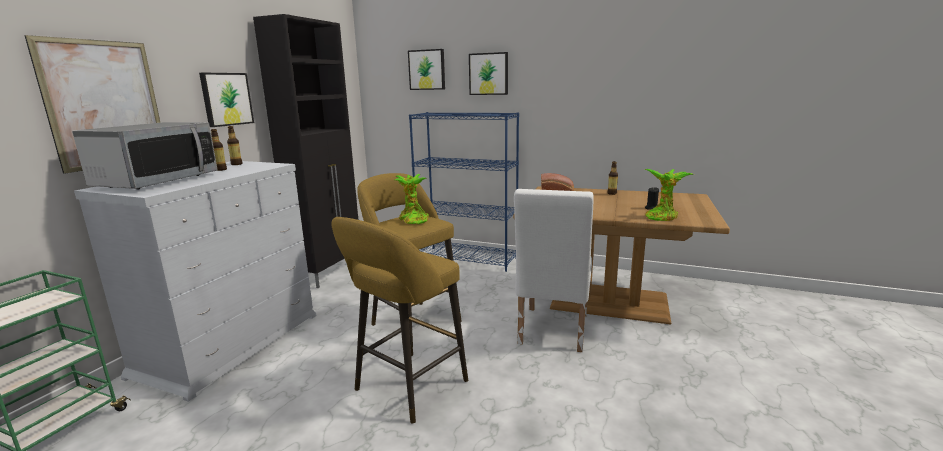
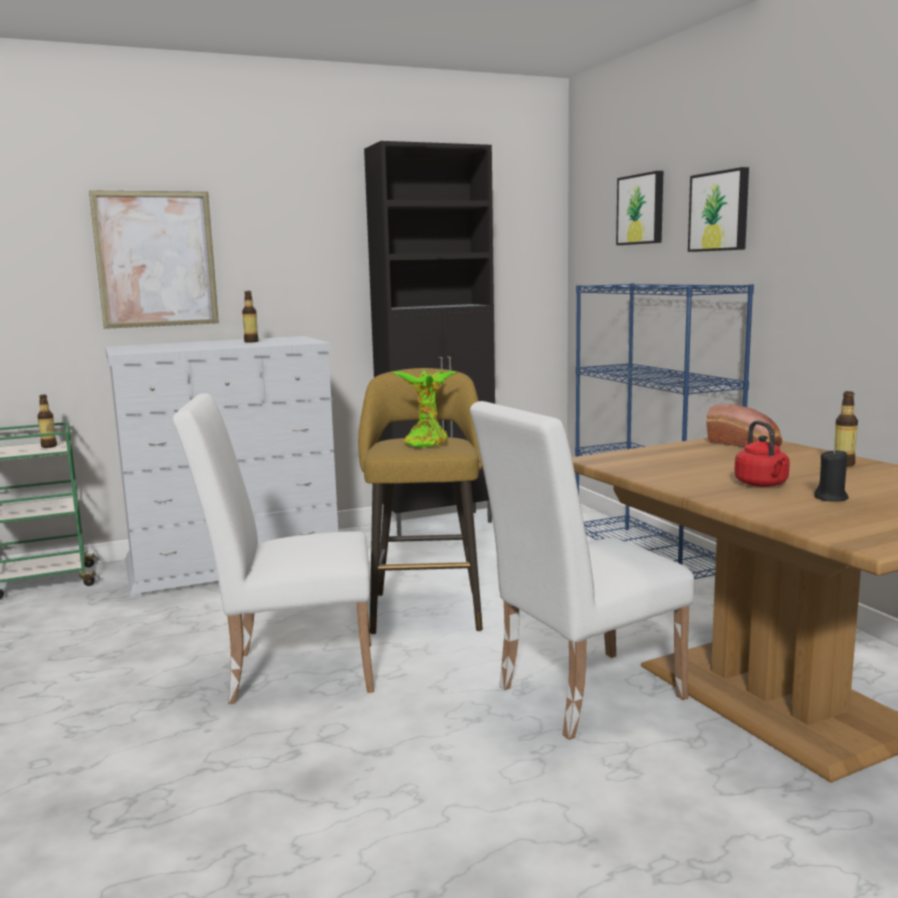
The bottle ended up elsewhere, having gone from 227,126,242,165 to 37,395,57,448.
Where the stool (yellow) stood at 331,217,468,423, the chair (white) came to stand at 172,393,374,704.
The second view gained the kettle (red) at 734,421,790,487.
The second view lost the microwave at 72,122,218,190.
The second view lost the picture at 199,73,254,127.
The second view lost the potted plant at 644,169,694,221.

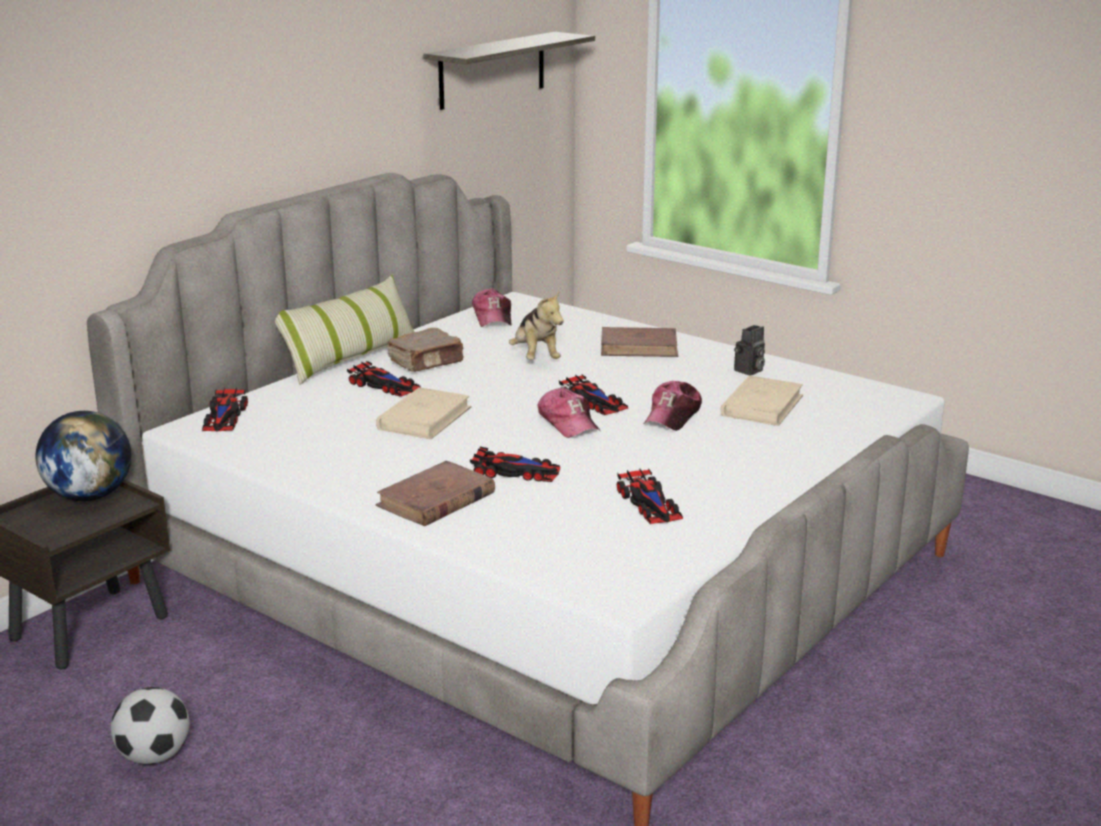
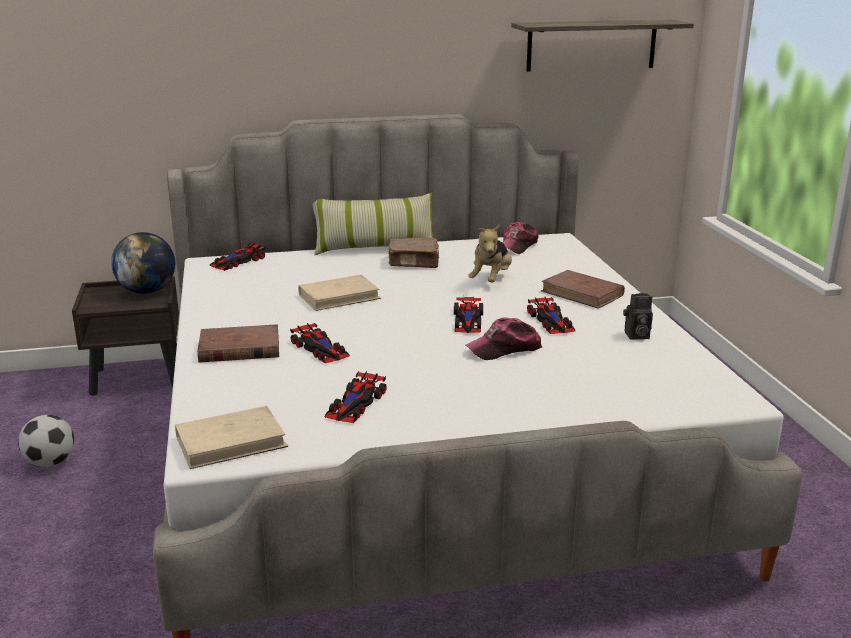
The book (beige) ended up elsewhere, having gone from 721,376,803,426 to 175,406,288,469.
The toy car ended up elsewhere, having gone from 347,361,421,397 to 527,297,575,334.
The second view lost the cap at 537,387,600,438.

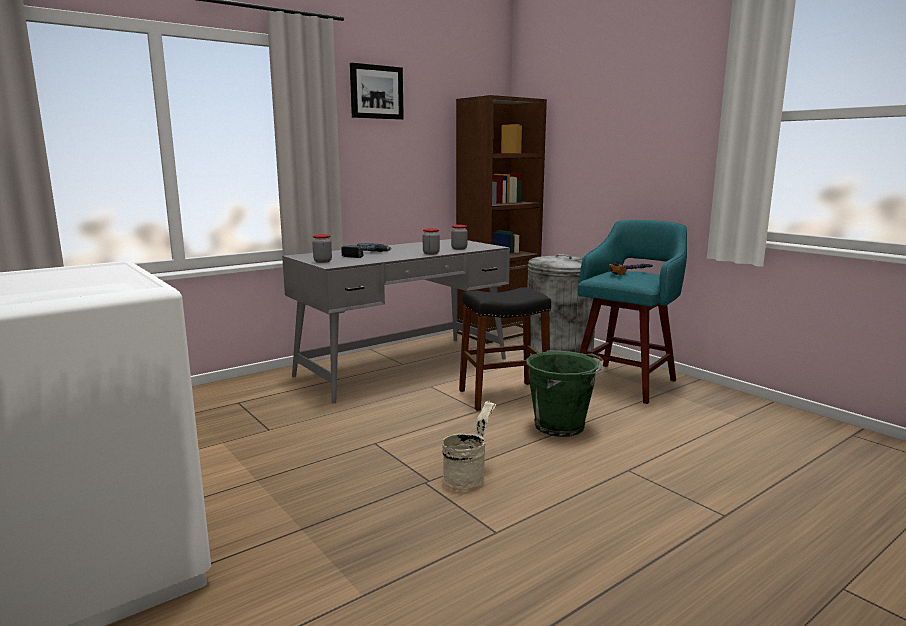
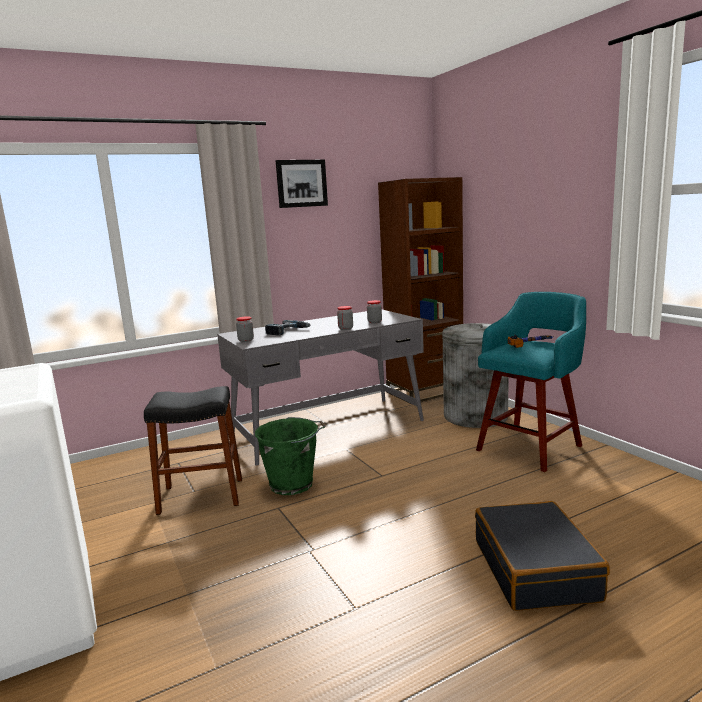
The stool (black) ended up elsewhere, having gone from 459,287,551,410 to 144,386,242,515.
The bucket (green) ended up elsewhere, having gone from 526,350,603,437 to 255,417,326,495.
The second view gained the suitcase (black) at 475,501,610,611.
The second view lost the bucket (beige) at 442,401,496,489.

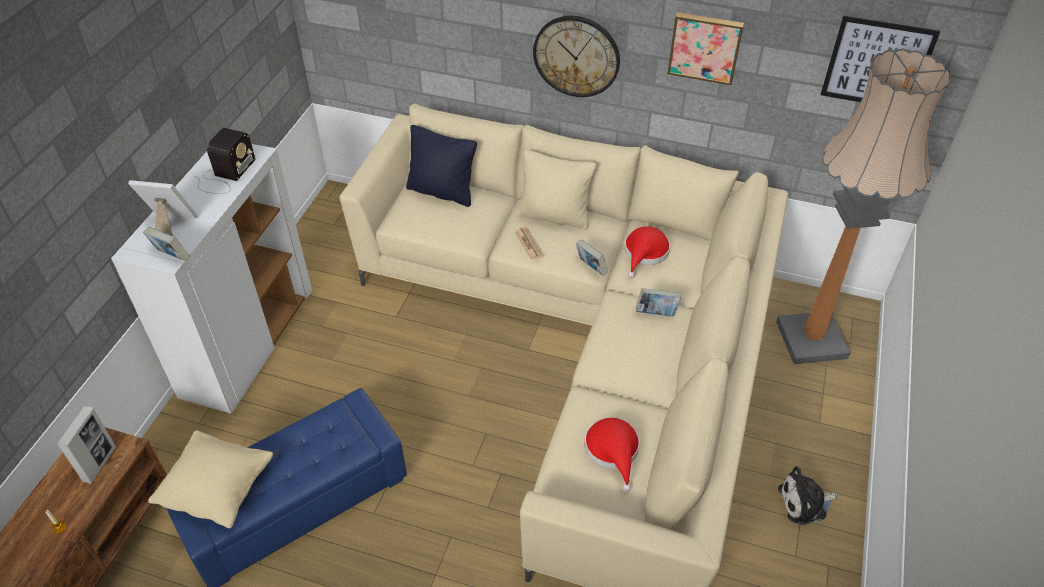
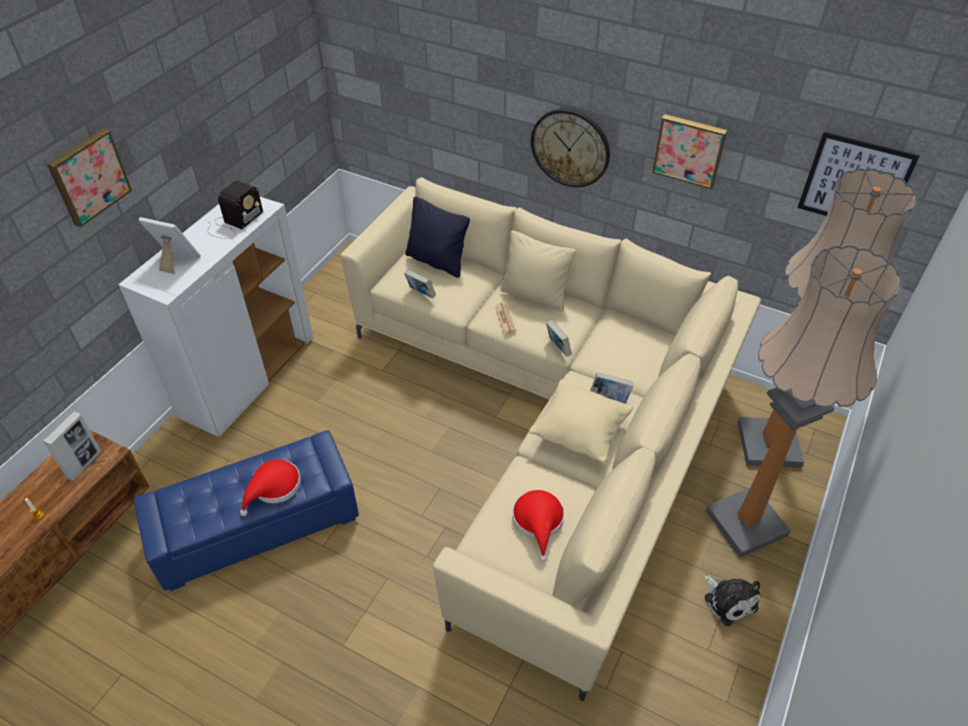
The second view gained the picture at 47,128,132,227.
The hat (red) ended up elsewhere, having gone from 624,226,670,278 to 240,459,301,516.
The book ended up elsewhere, having gone from 143,227,190,261 to 404,269,436,298.
The pillow (beige) ended up elsewhere, having gone from 148,430,273,528 to 529,379,633,464.
The plush toy at 778,466,837,525 ended up facing another way, 120 degrees counterclockwise from before.
The second view gained the floor lamp at 706,245,902,557.

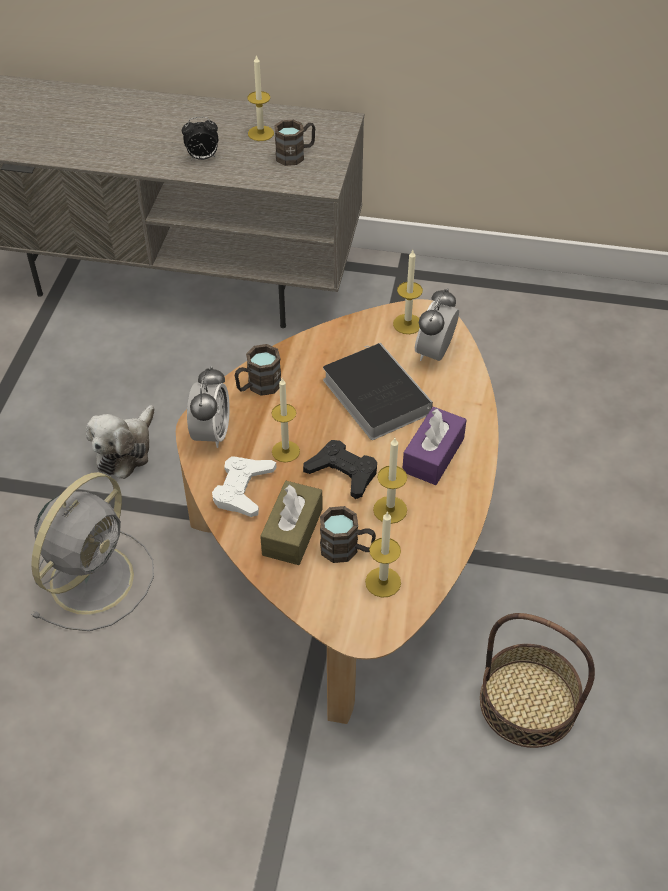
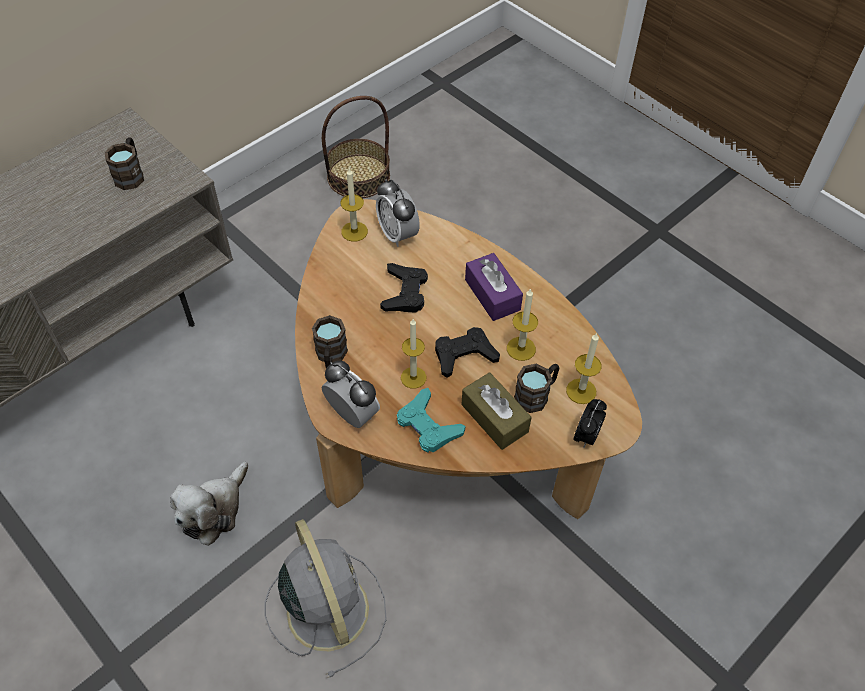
The plush toy at 86,405,154,479 ended up facing another way, 60 degrees clockwise from before.
The basket ended up elsewhere, having gone from 480,613,595,748 to 322,96,390,198.
Where the book stood at 323,343,433,440, the game controller (black) came to stand at 380,263,428,313.
What was the game controller (white) at 212,456,277,517 turned into the game controller (turquoise) at 397,388,465,453.
The alarm clock ended up elsewhere, having gone from 182,117,218,160 to 573,399,607,447.
The second view lost the candle at 247,54,274,141.

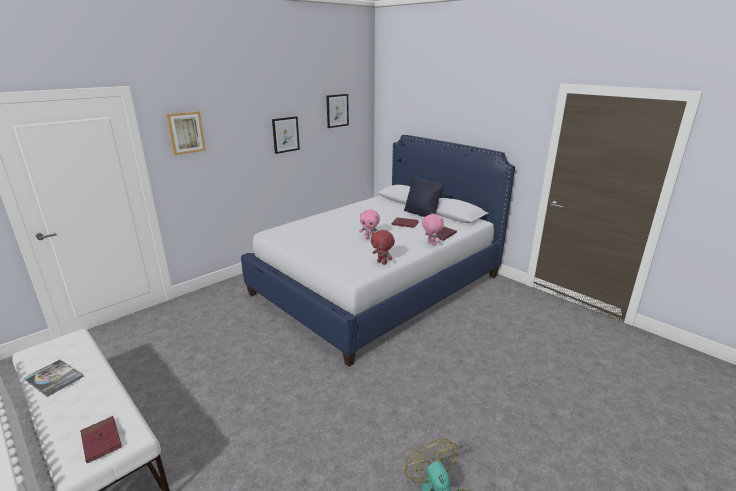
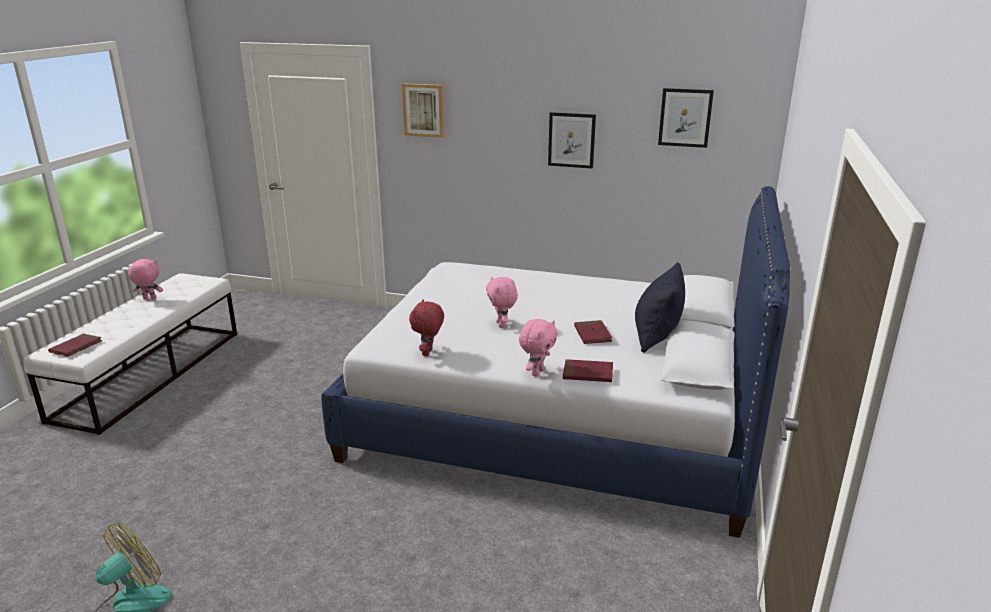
Where the book stood at 24,360,84,397, the plush toy (pink) came to stand at 128,259,163,300.

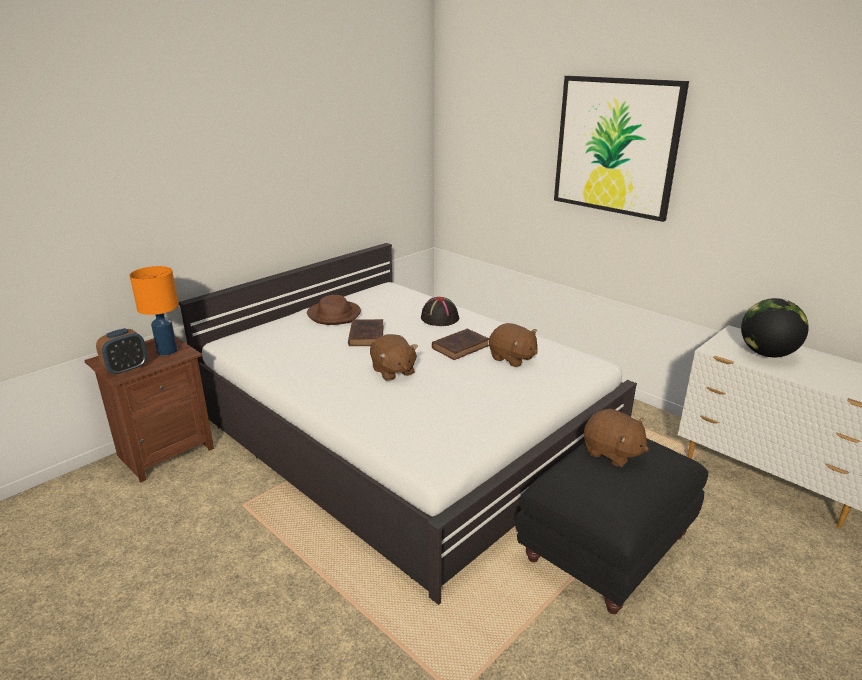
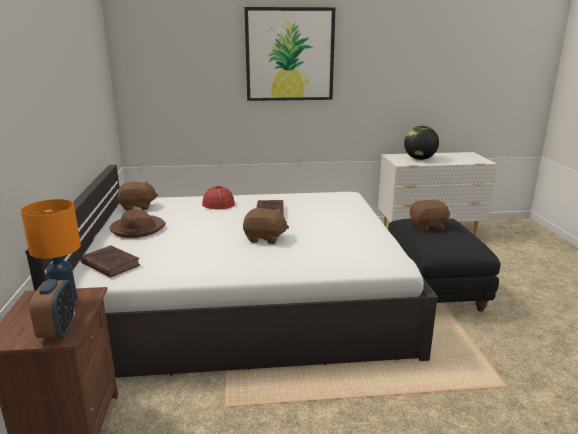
The book (brown) ended up elsewhere, having gone from 348,319,384,346 to 81,245,140,278.
The plush toy (brown) ended up elsewhere, having gone from 489,323,538,367 to 117,181,158,211.
What was the hat (black) at 421,297,459,326 turned into the hat (red) at 202,186,235,209.

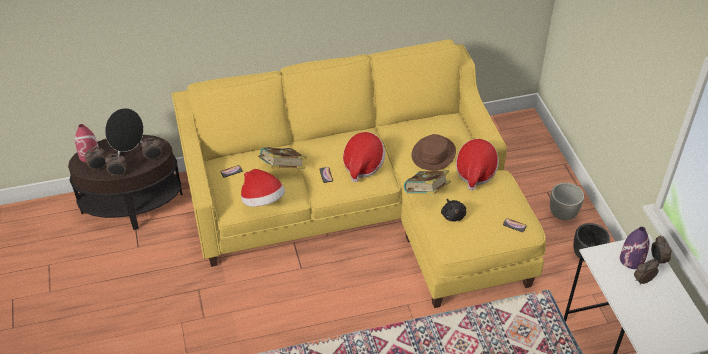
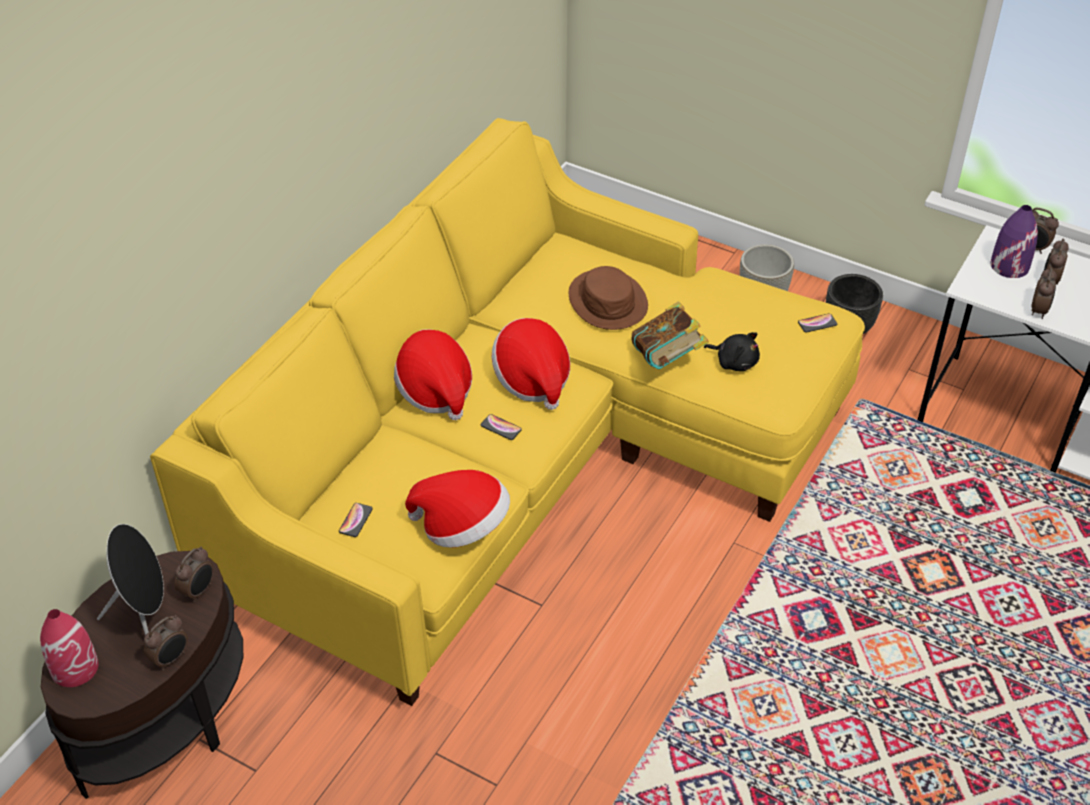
The hat ended up elsewhere, having gone from 456,139,499,191 to 394,329,472,420.
The alarm clock ended up elsewhere, having gone from 85,147,106,171 to 1031,267,1057,319.
The second view lost the book at 258,147,307,169.

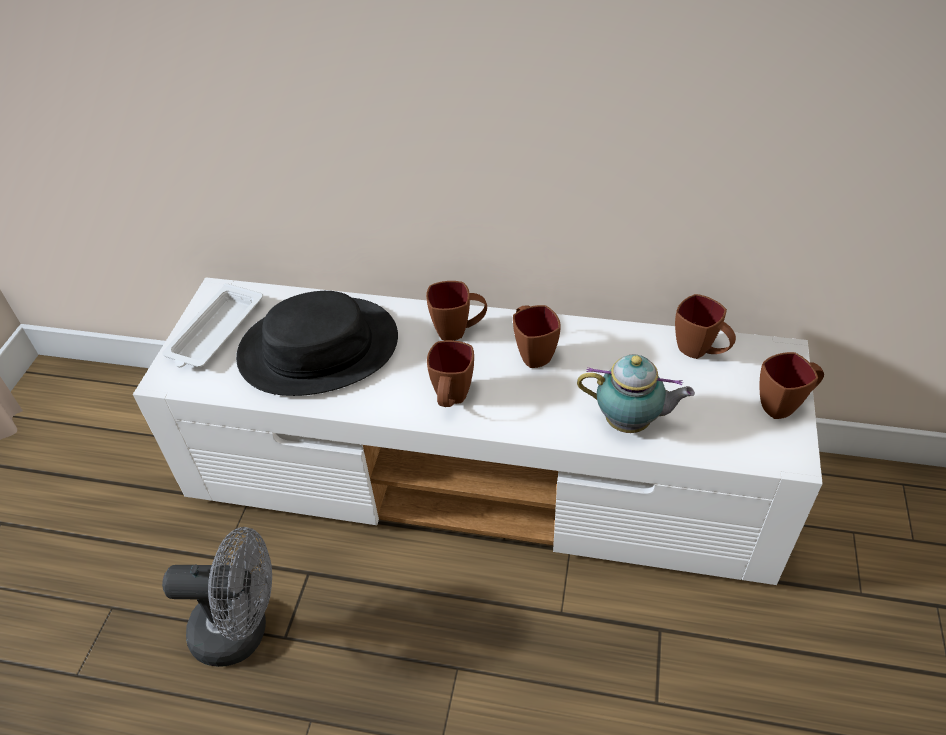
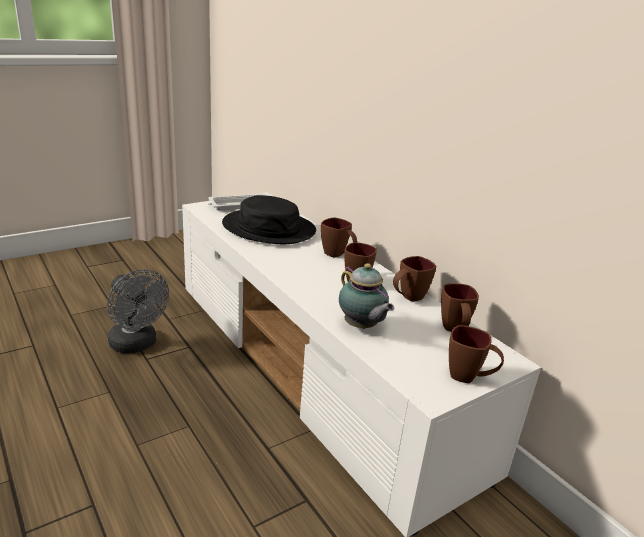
The mug (brown) ended up elsewhere, having gone from 427,340,474,407 to 393,256,436,302.

